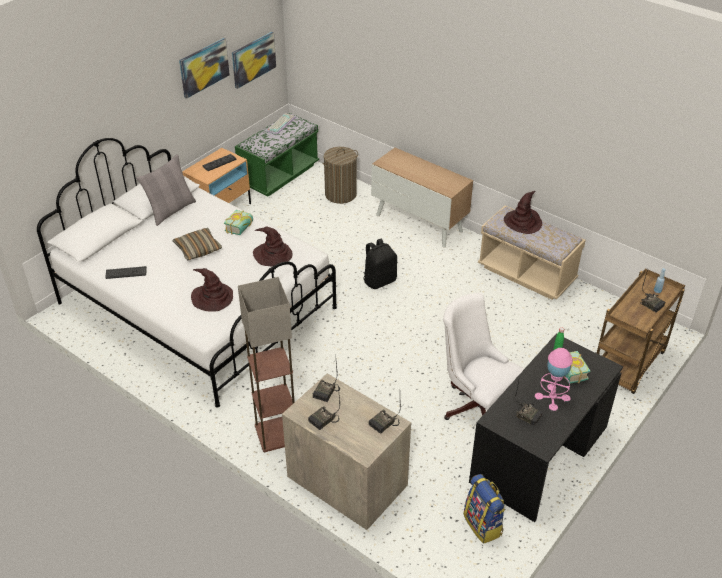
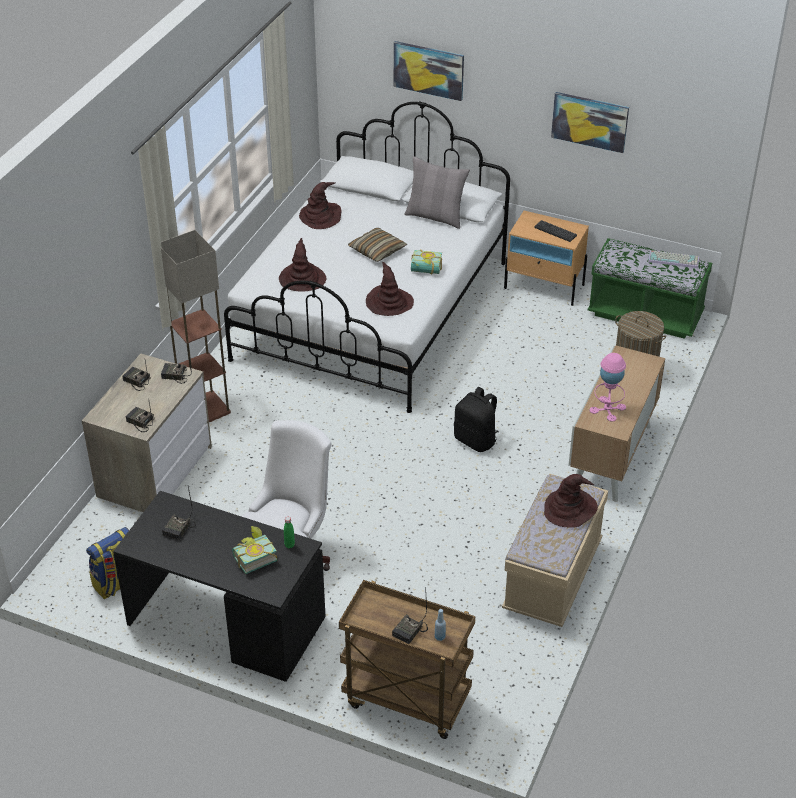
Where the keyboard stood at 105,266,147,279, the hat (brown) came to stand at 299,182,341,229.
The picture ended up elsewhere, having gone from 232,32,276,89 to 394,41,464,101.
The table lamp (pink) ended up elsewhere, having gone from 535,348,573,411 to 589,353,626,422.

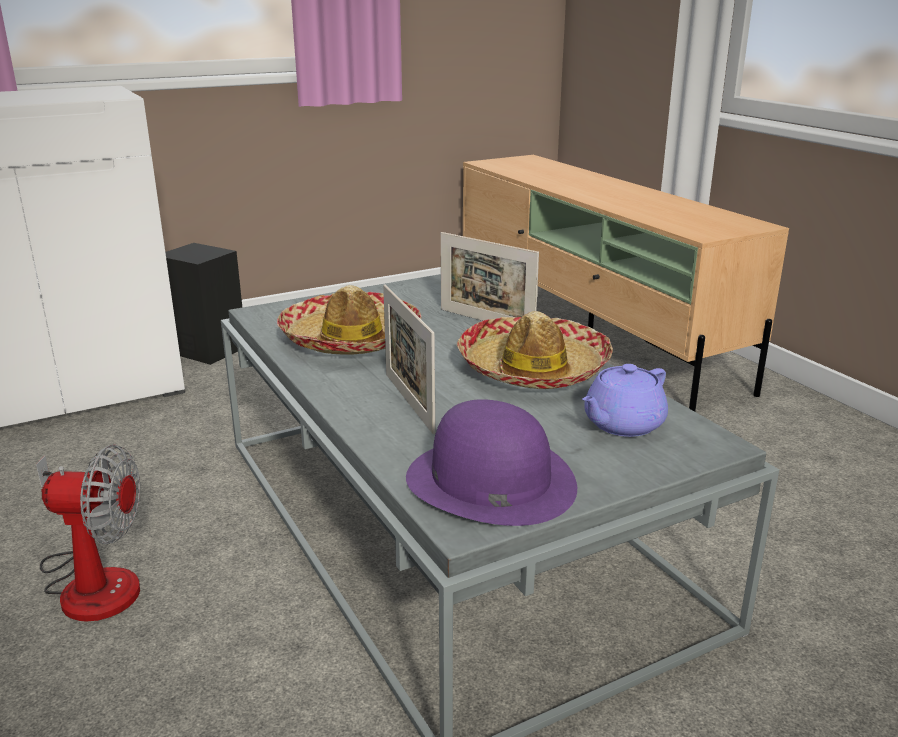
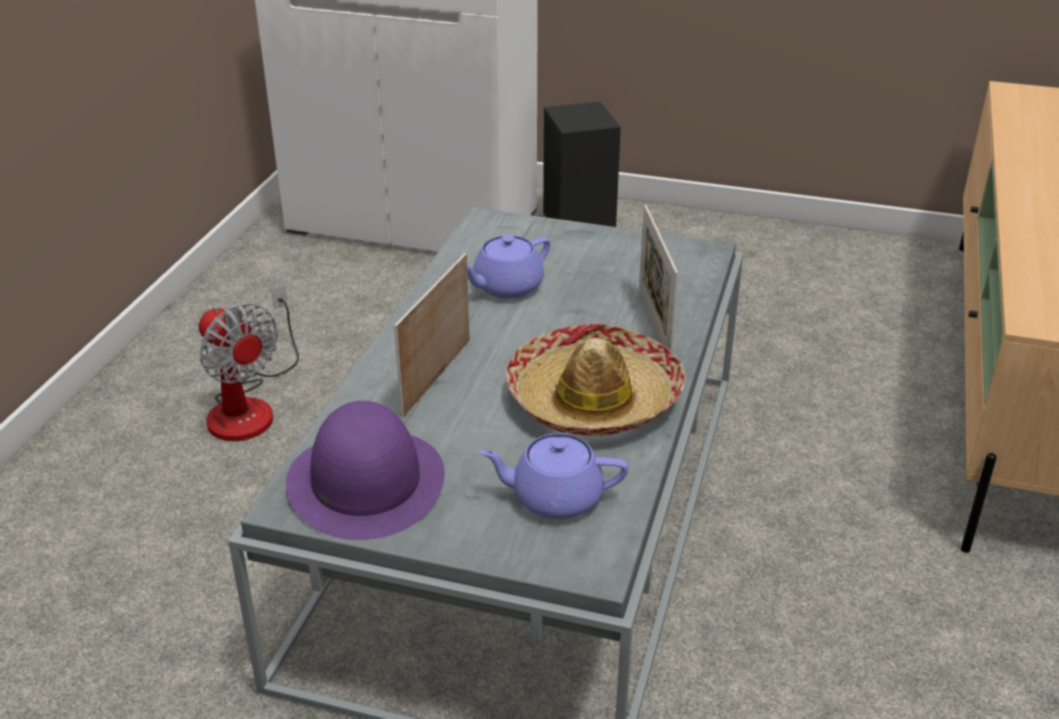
Where the hat stood at 277,285,421,355, the teapot (purple) came to stand at 467,235,551,299.

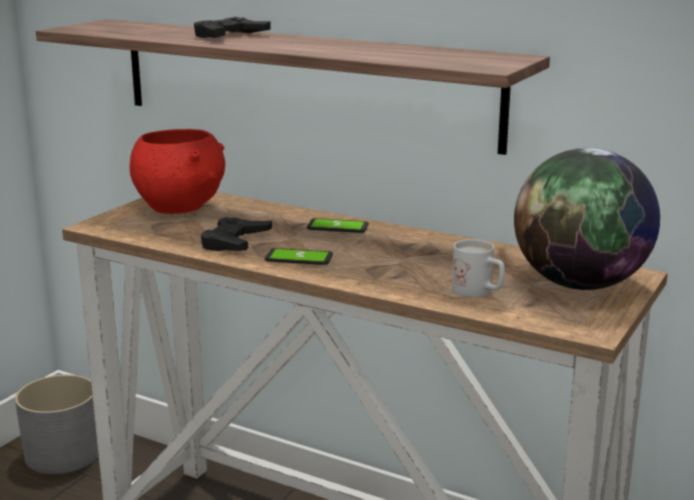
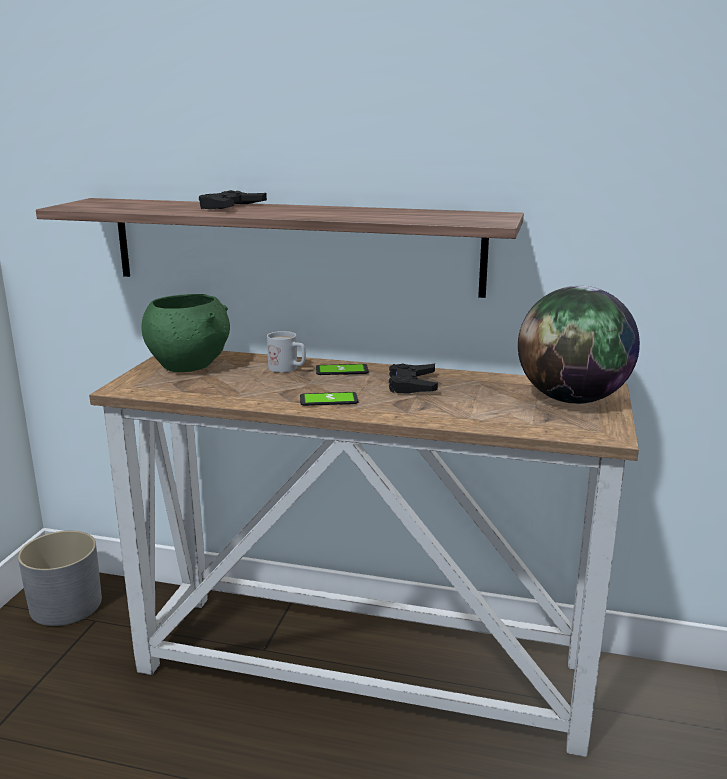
What was the bowl (red) at 130,129,225,214 turned into the bowl (green) at 142,294,230,372.
The mug (white) ended up elsewhere, having gone from 452,239,505,297 to 267,331,306,373.
The game controller (black) ended up elsewhere, having gone from 201,217,272,251 to 389,364,438,394.

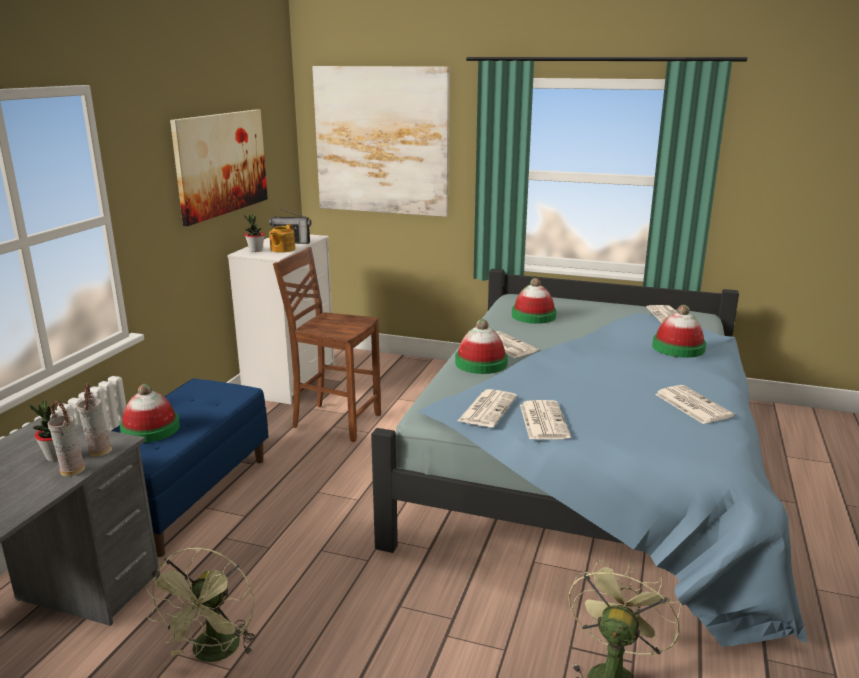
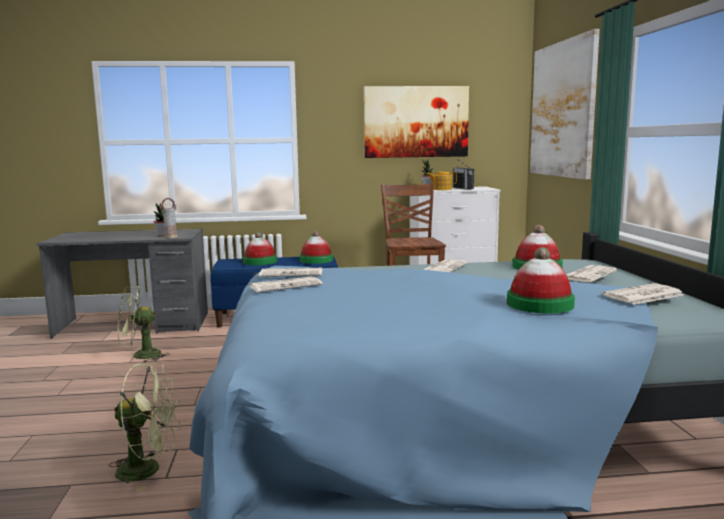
The hat ended up elsewhere, having gone from 455,319,508,374 to 299,230,333,264.
The newspaper ended up elsewhere, having gone from 655,385,734,424 to 566,265,617,282.
The second view lost the vase at 48,401,85,476.

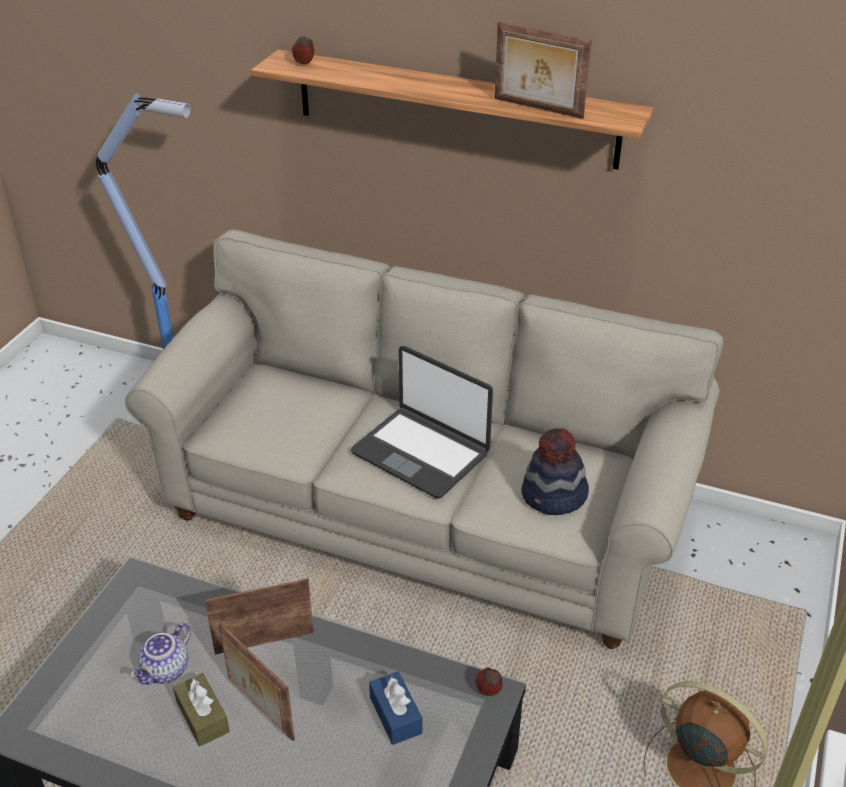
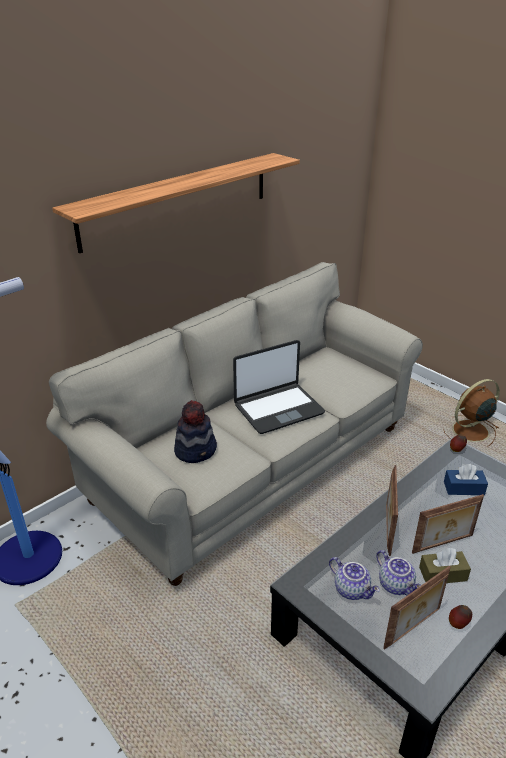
The hat ended up elsewhere, having gone from 521,428,589,515 to 174,400,217,463.
The second view gained the teapot at 329,557,380,600.
The picture frame ended up elsewhere, having gone from 494,22,592,119 to 383,566,451,650.
The apple ended up elsewhere, having gone from 292,36,314,64 to 449,605,472,629.

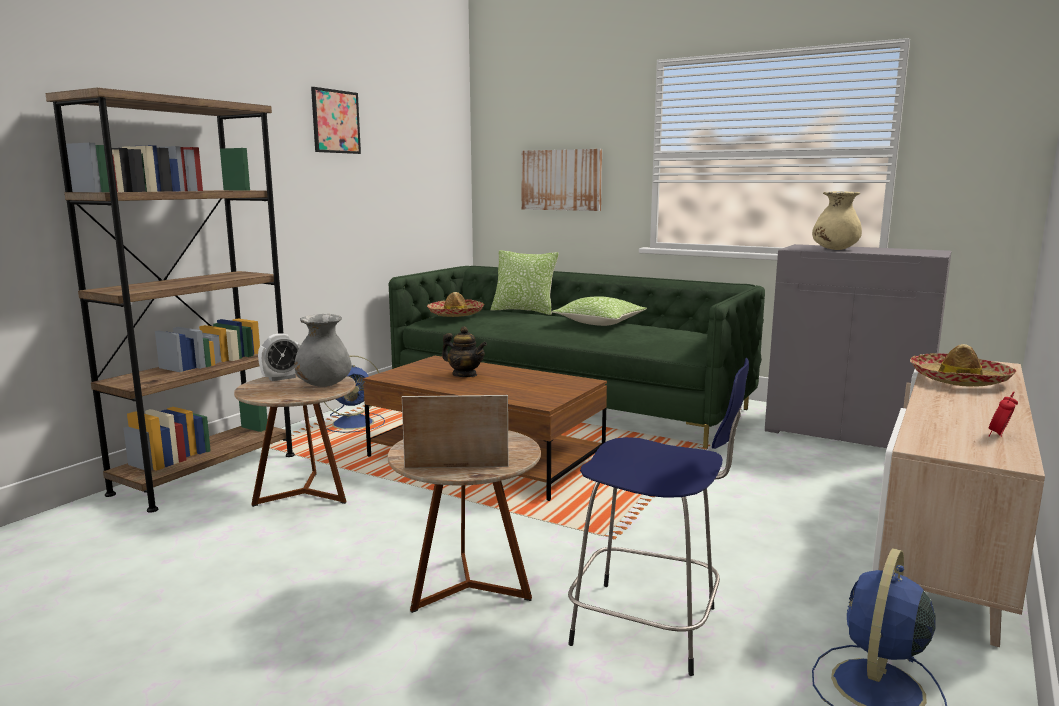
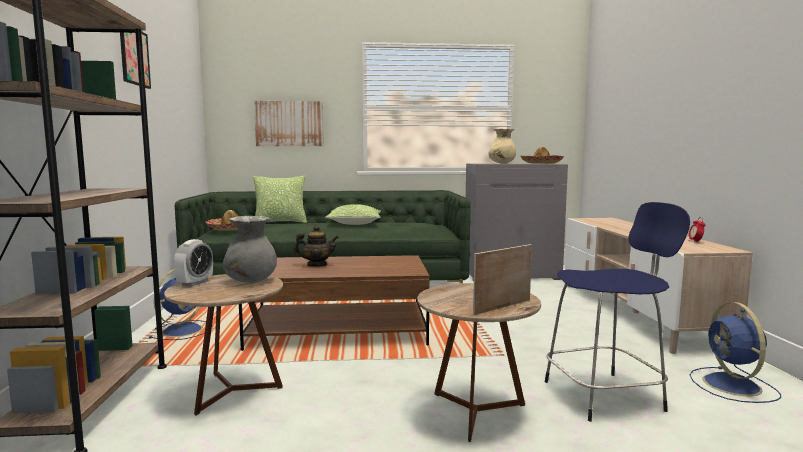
The hat ended up elsewhere, having gone from 910,344,1017,387 to 520,147,564,164.

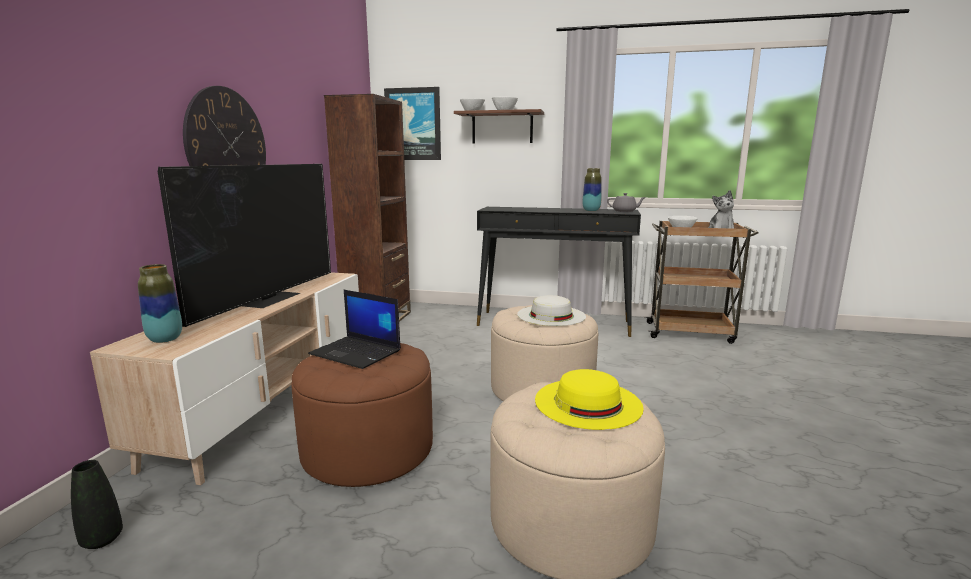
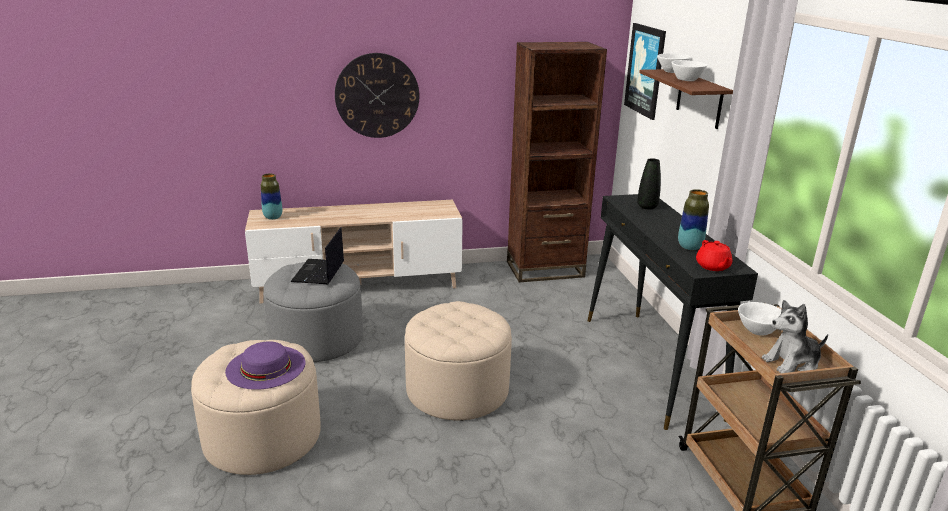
What was the hat (yellow) at 535,369,644,430 turned into the hat (purple) at 225,341,305,390.
What was the ottoman (brown) at 292,343,433,487 turned into the ottoman (grey) at 263,262,363,362.
The vase (black) ended up elsewhere, having gone from 71,460,123,549 to 637,158,661,210.
What was the teapot (grey) at 607,193,646,212 turned into the teapot (red) at 696,240,733,271.
The second view lost the television at 158,164,331,327.
The second view lost the hat (white) at 517,295,586,326.

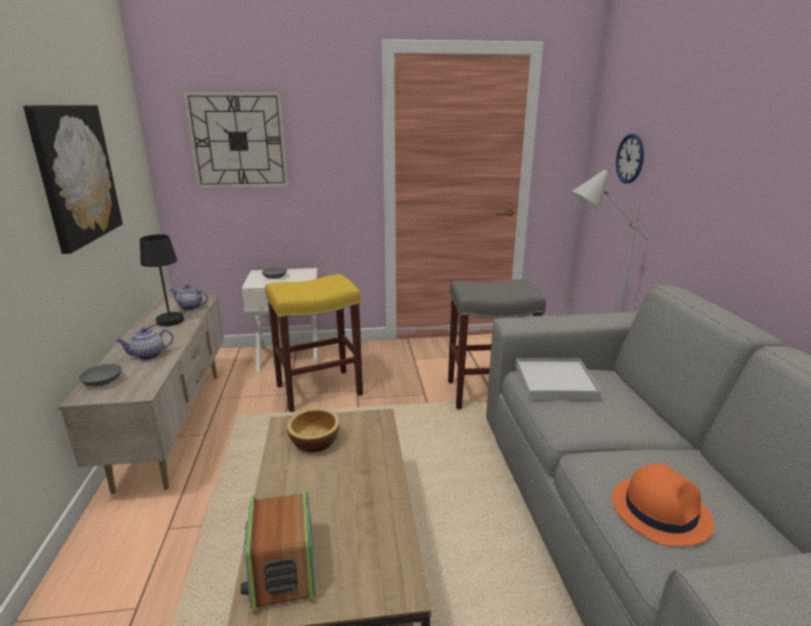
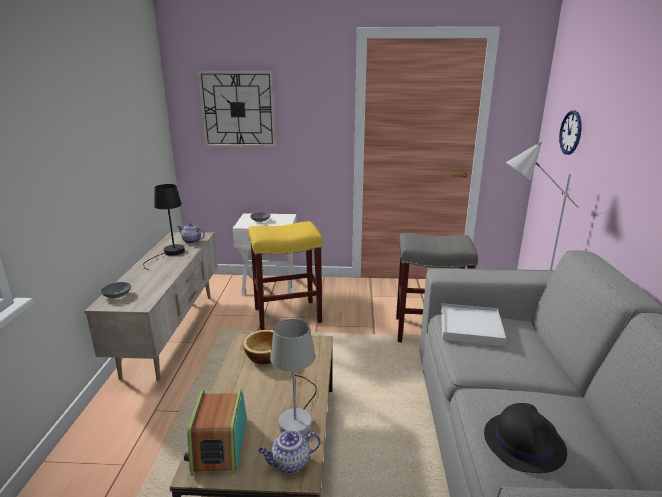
The teapot ended up elsewhere, having gone from 117,328,173,360 to 259,430,320,473.
The second view gained the table lamp (grey) at 270,319,317,436.
What was the hat (orange) at 612,464,714,546 turned into the hat (black) at 484,403,567,473.
The second view lost the picture at 23,105,123,254.

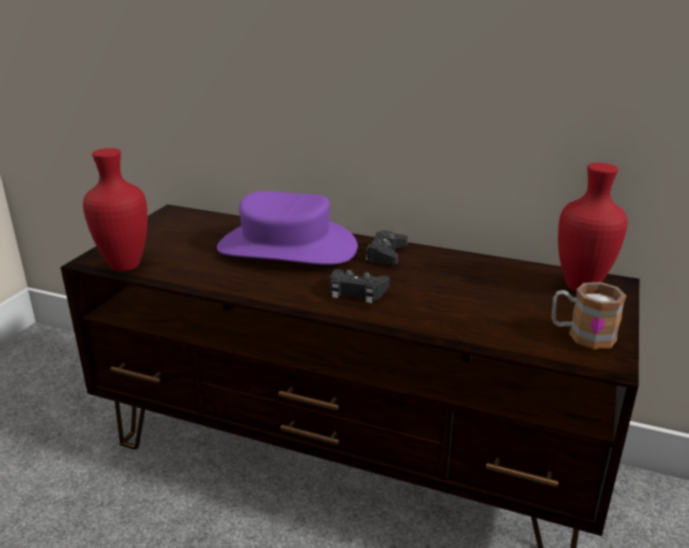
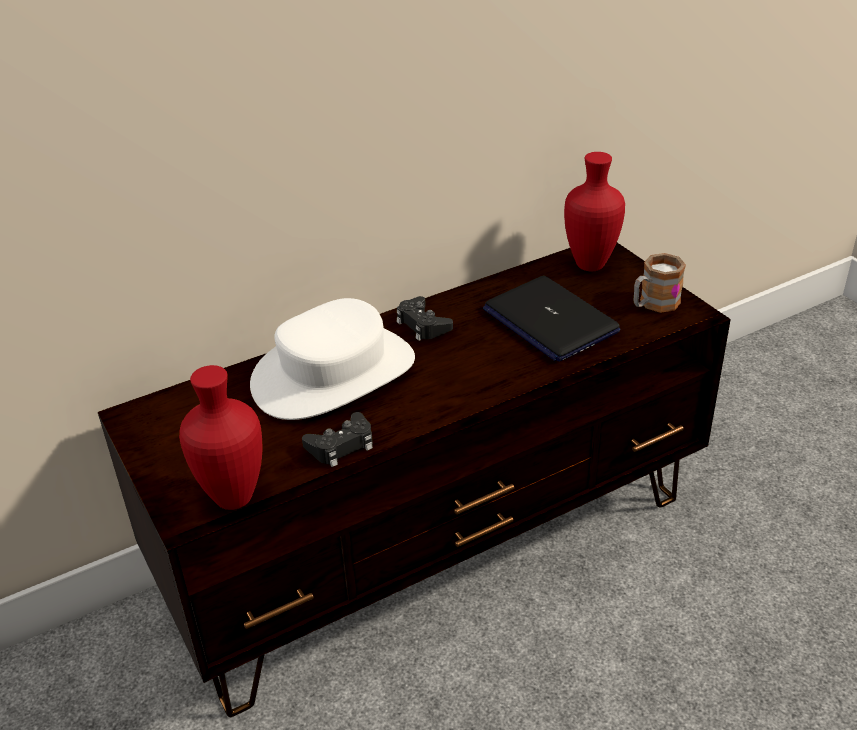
What was the hat (purple) at 217,191,358,265 turned into the hat (white) at 250,298,415,420.
The game controller (black) ended up elsewhere, having gone from 330,269,390,303 to 302,412,373,467.
The second view gained the laptop at 483,276,621,362.

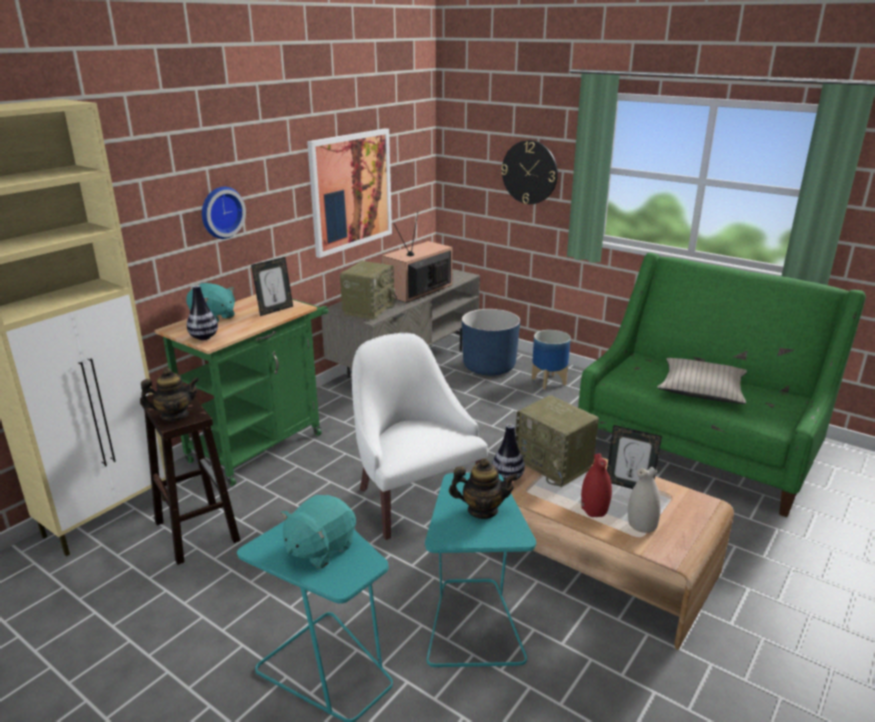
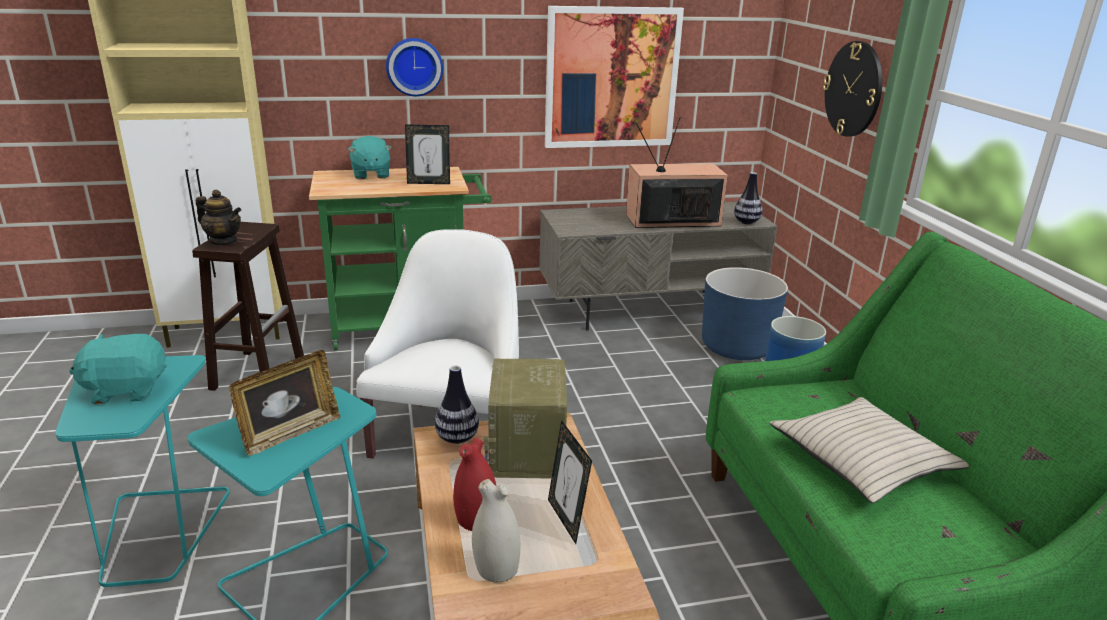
Where the teapot stood at 449,458,518,519, the picture frame came to stand at 229,350,341,456.
The vase ended up elsewhere, having gone from 187,285,218,340 to 734,172,763,224.
The second view lost the radio at 340,261,397,320.

